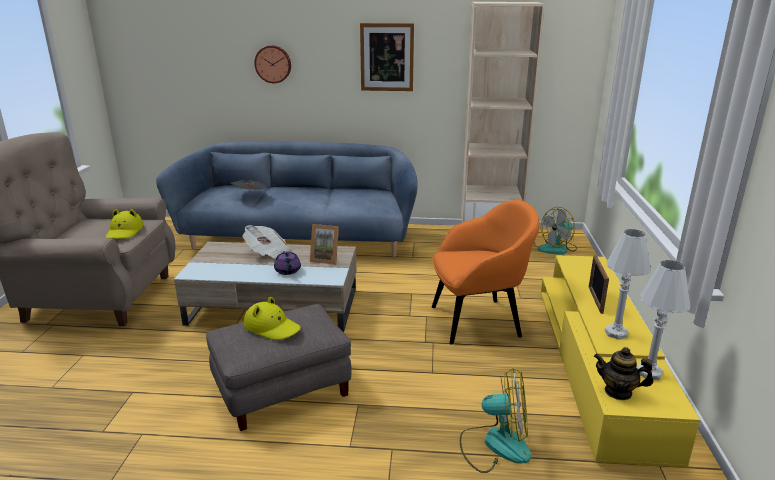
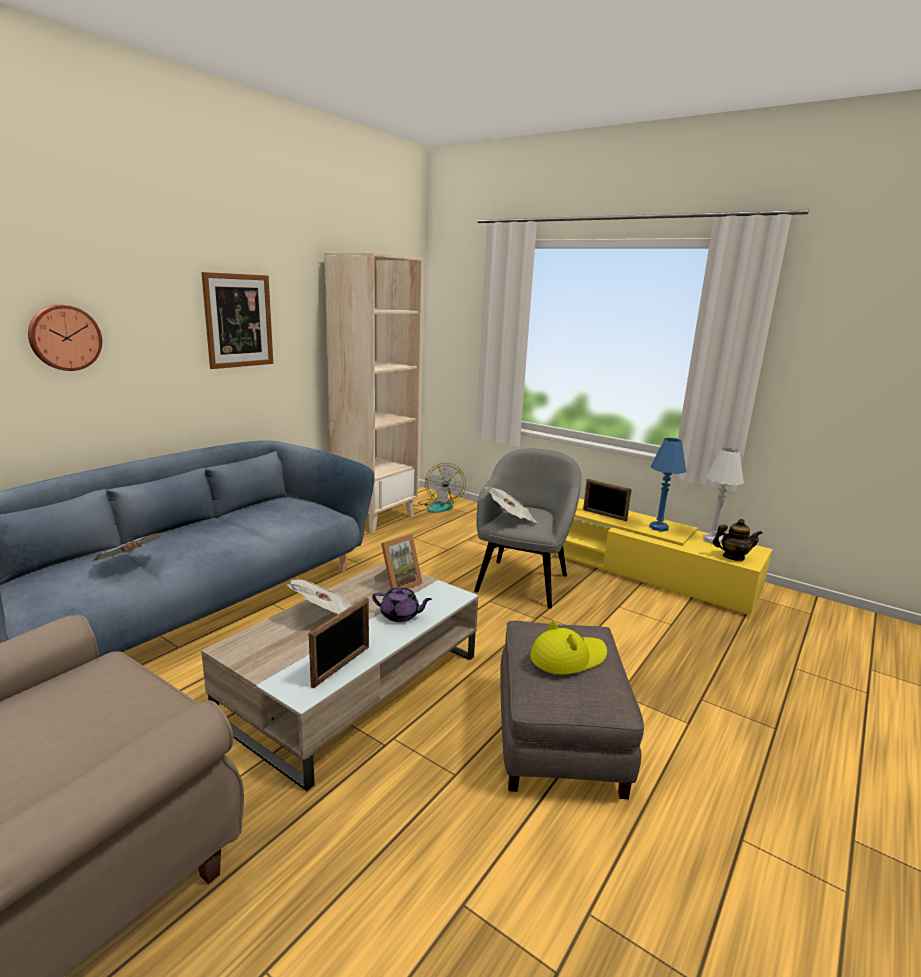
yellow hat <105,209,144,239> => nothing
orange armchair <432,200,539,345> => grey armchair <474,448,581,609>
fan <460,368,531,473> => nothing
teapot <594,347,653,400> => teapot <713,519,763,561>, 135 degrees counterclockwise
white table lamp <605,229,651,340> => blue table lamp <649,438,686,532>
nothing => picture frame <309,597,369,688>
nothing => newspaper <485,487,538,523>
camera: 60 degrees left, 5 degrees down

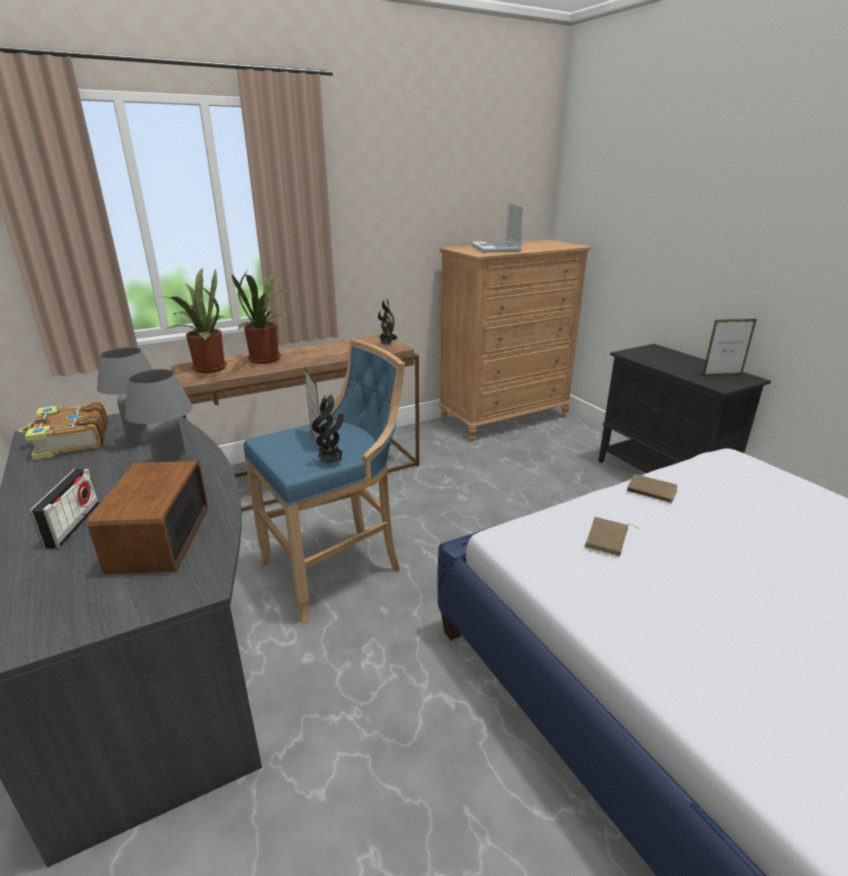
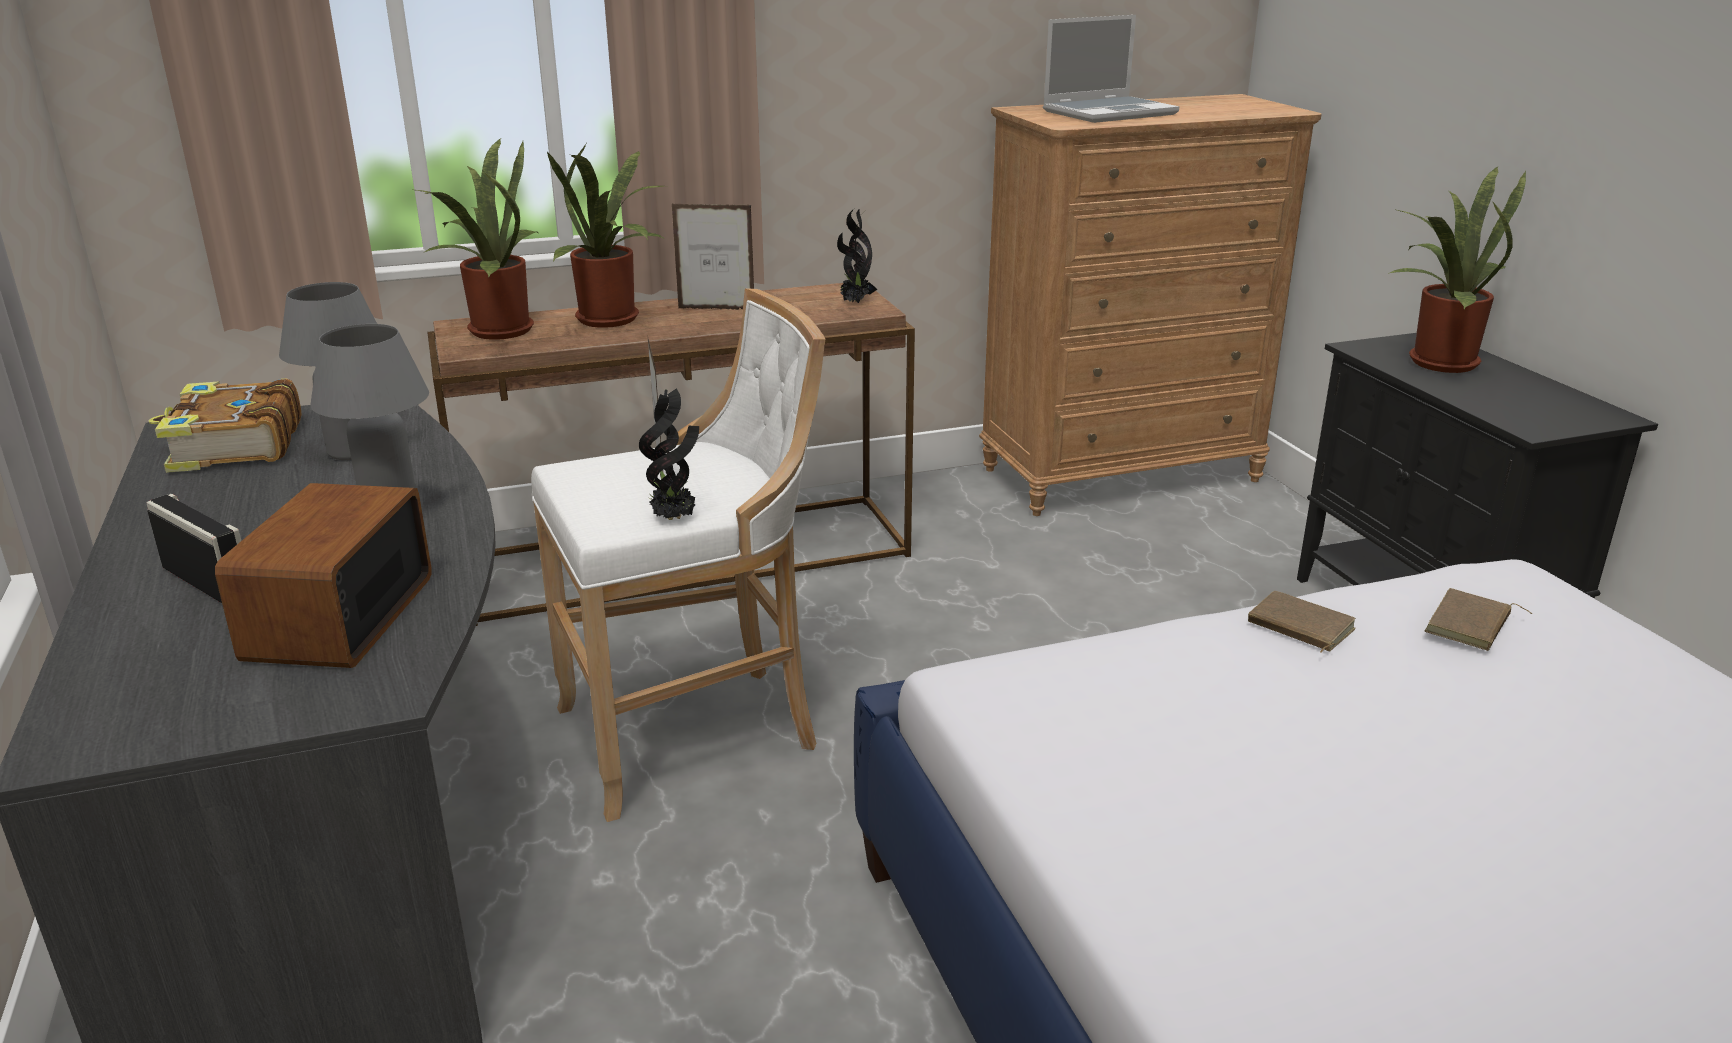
radio <30,468,99,549> => radio <147,494,241,603>, 60 degrees counterclockwise
blue stool <244,340,405,625> => white stool <531,289,825,822>
laptop <471,202,525,252> => laptop <1043,15,1180,123>, 120 degrees counterclockwise
brown book <585,517,639,556> => brown book <1424,588,1532,651>, shifted
picture frame <702,319,757,376> => picture frame <672,204,754,310>, shifted
nothing => potted plant <1388,166,1526,373>
camera: 10 degrees right, 0 degrees up

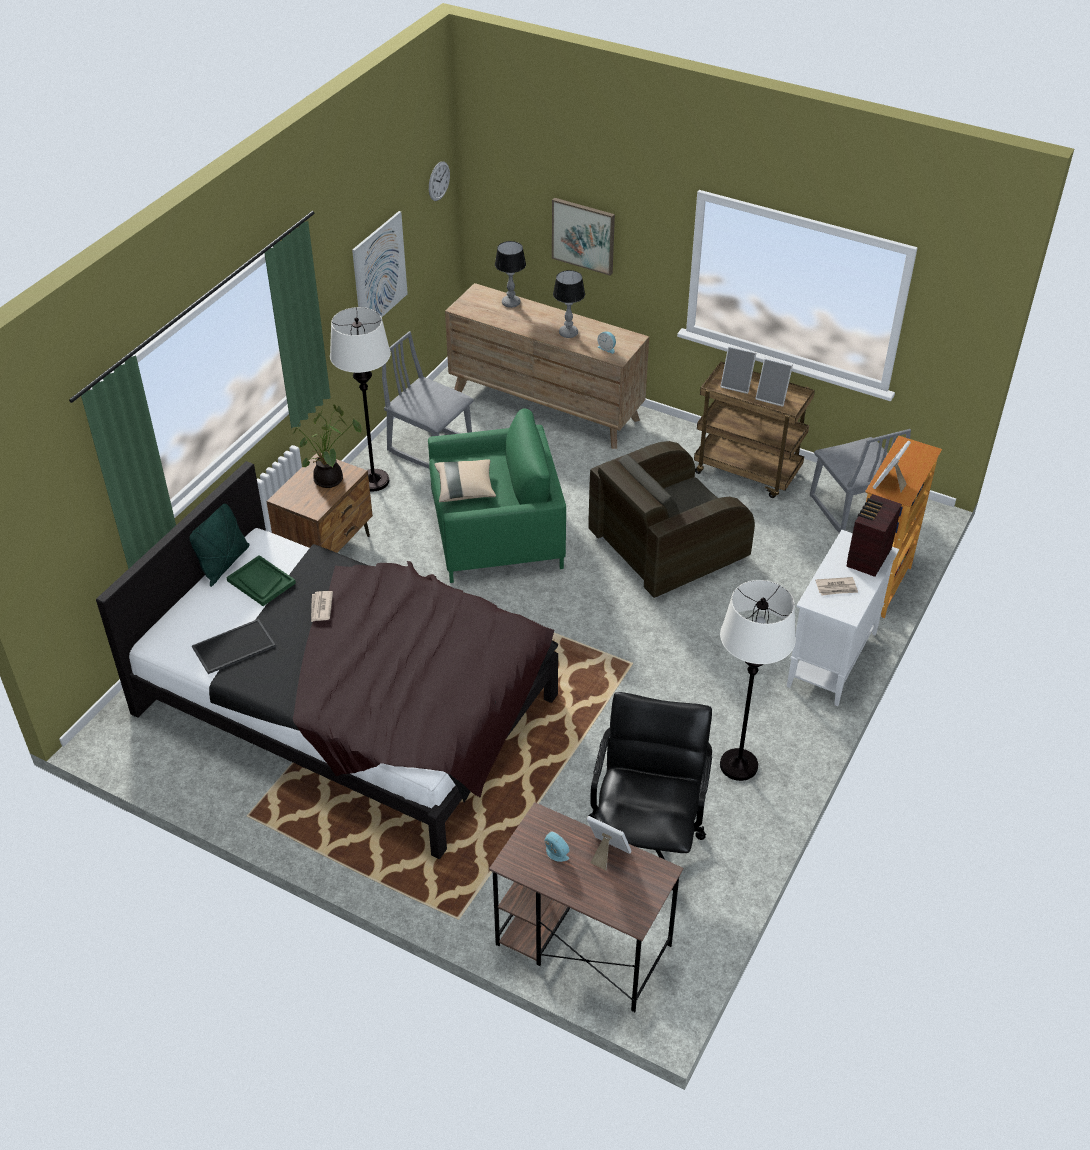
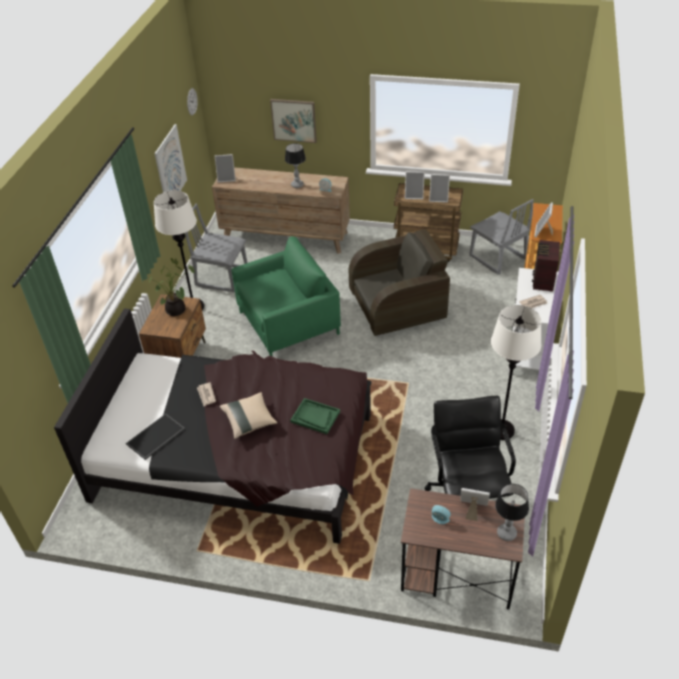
green pillow <189,504,250,587> => nothing
green tray <226,555,296,606> => green tray <290,398,340,434>, shifted
beige pillow <434,460,496,502> => beige pillow <220,392,277,439>, shifted
table lamp <495,241,526,308> => table lamp <495,484,529,541>, shifted
brown armchair <588,441,755,598> => brown armchair <348,230,450,337>, 150 degrees counterclockwise
nothing => picture frame <215,154,236,182>
camera: 15 degrees left, 0 degrees up

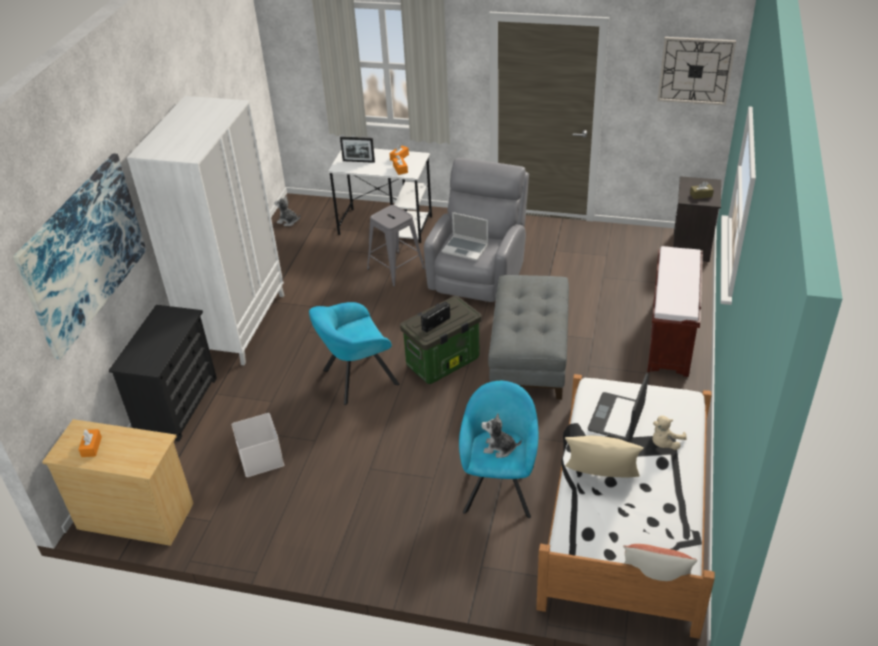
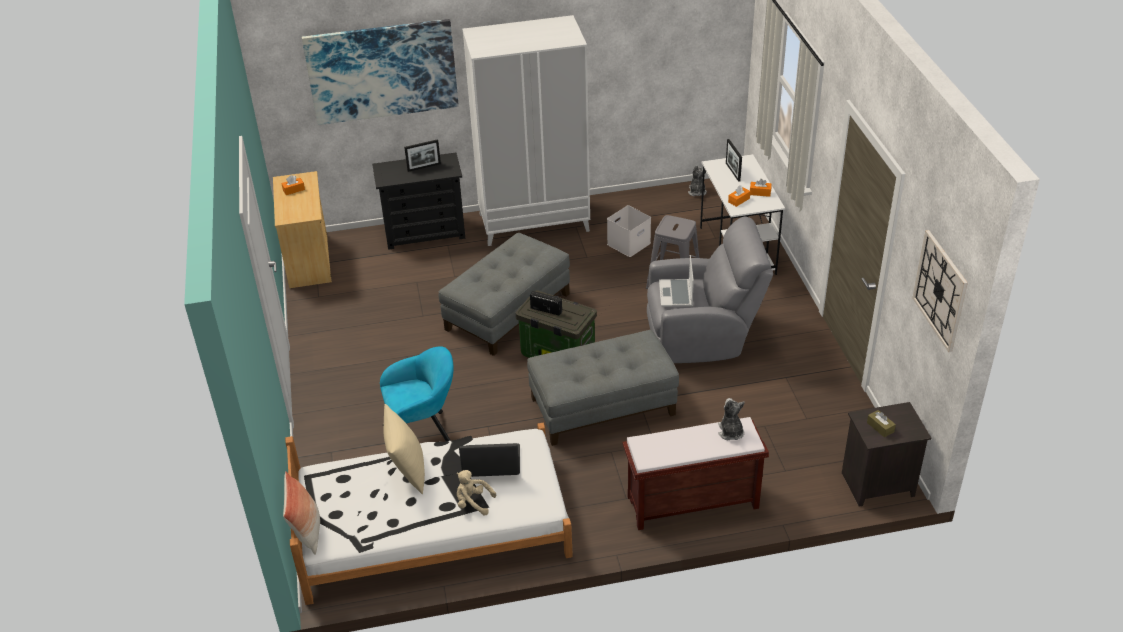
white storage box <232,413,284,477> => white storage box <607,205,651,257>, shifted
turquoise armchair <309,302,399,405> => grey ottoman <439,233,570,356>
plush toy <481,413,522,458> => plush toy <718,398,745,441>, shifted
nothing => picture frame <404,139,441,172>
camera: 65 degrees right, 0 degrees up

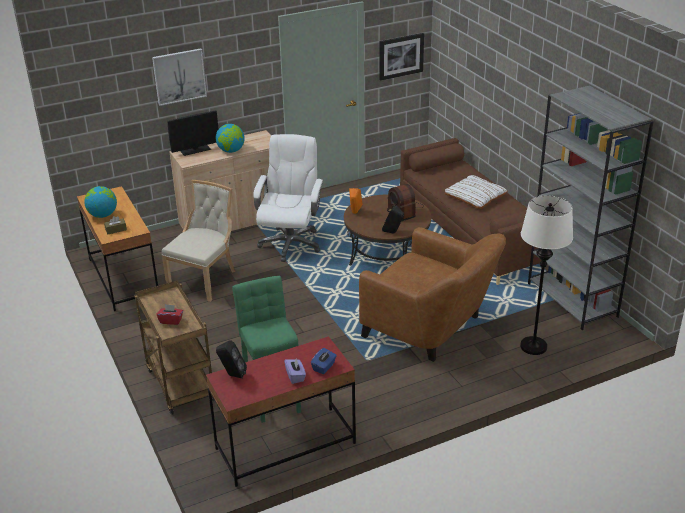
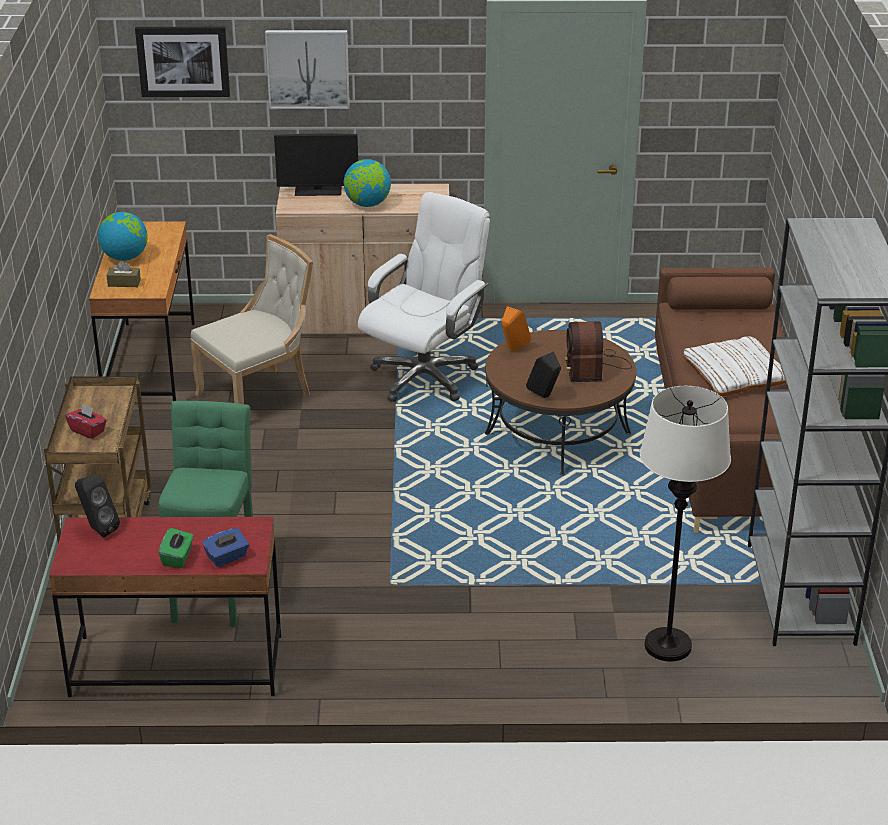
purple tissue box <284,358,306,384> => green tissue box <159,528,194,568>
brown armchair <359,227,506,362> => nothing
picture <379,33,424,81> => picture <135,27,230,97>, shifted
camera: 25 degrees right, 0 degrees up

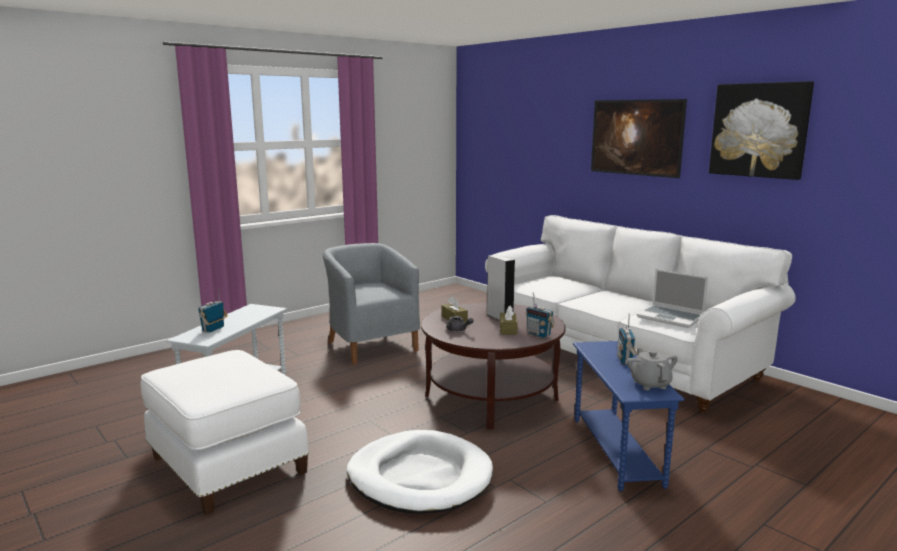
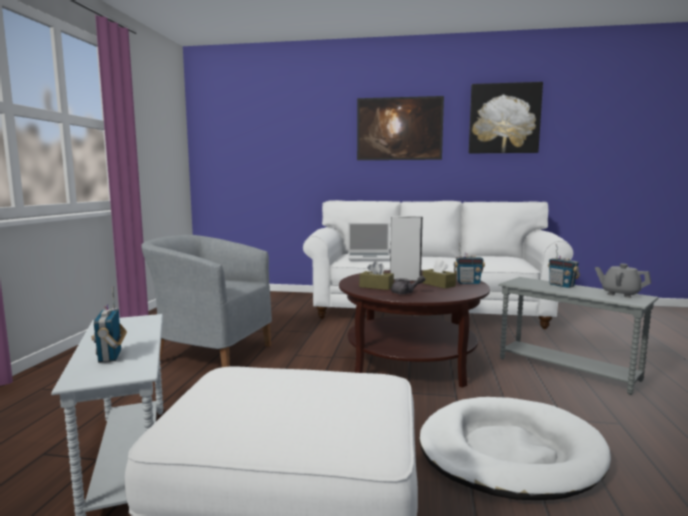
blue side table <573,341,684,492> => grey side table <498,277,659,395>
laptop <637,269,708,328> => laptop <348,223,390,261>, shifted
camera: 40 degrees left, 5 degrees down

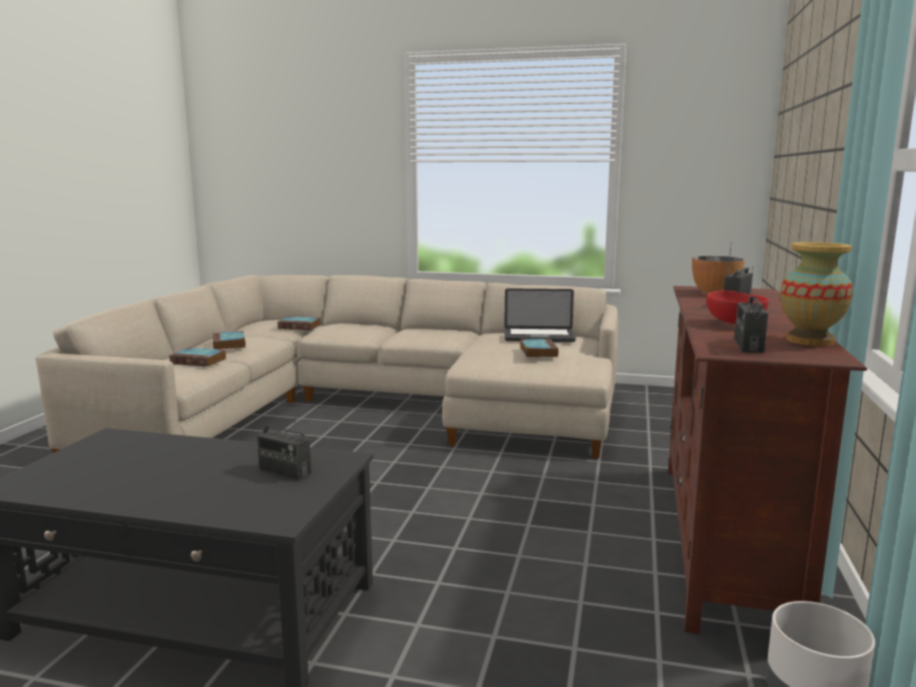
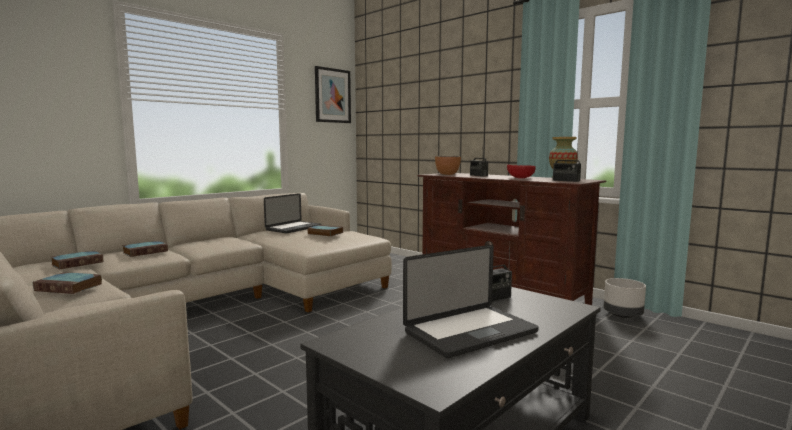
book <169,347,226,367> => book <122,241,168,257>, shifted
nothing => picture <315,66,351,123>
nothing => laptop <403,245,539,358>
camera: 60 degrees left, 5 degrees down

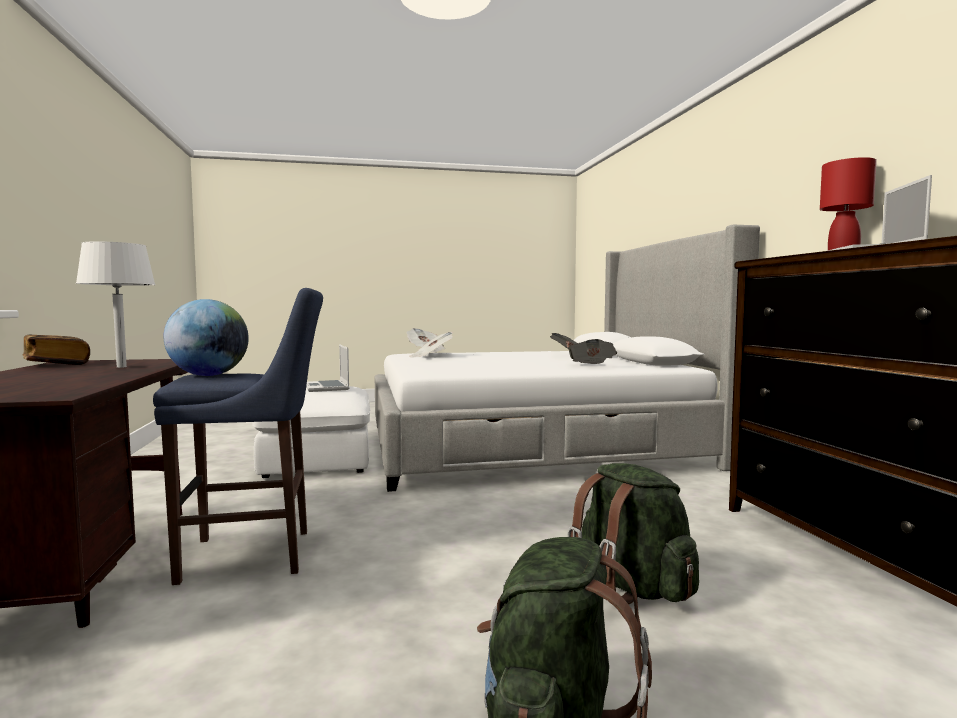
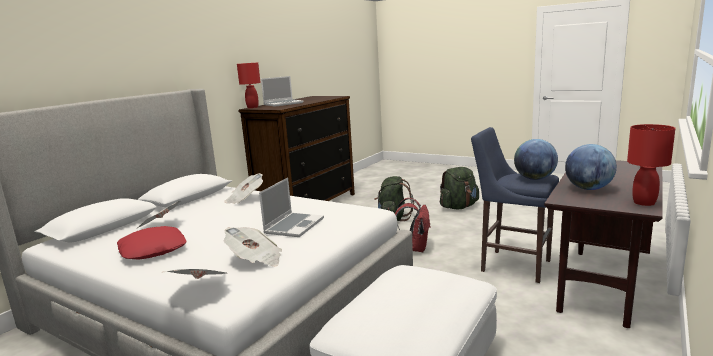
book <23,335,90,365> => red table lamp <627,124,675,206>
white table lamp <76,241,156,368> => globe <565,144,617,190>
laptop <306,344,349,392> => laptop <259,178,324,237>, shifted
nothing => red pillow <117,226,186,260>
nothing => red backpack <395,198,430,252>
camera: 135 degrees left, 10 degrees up

